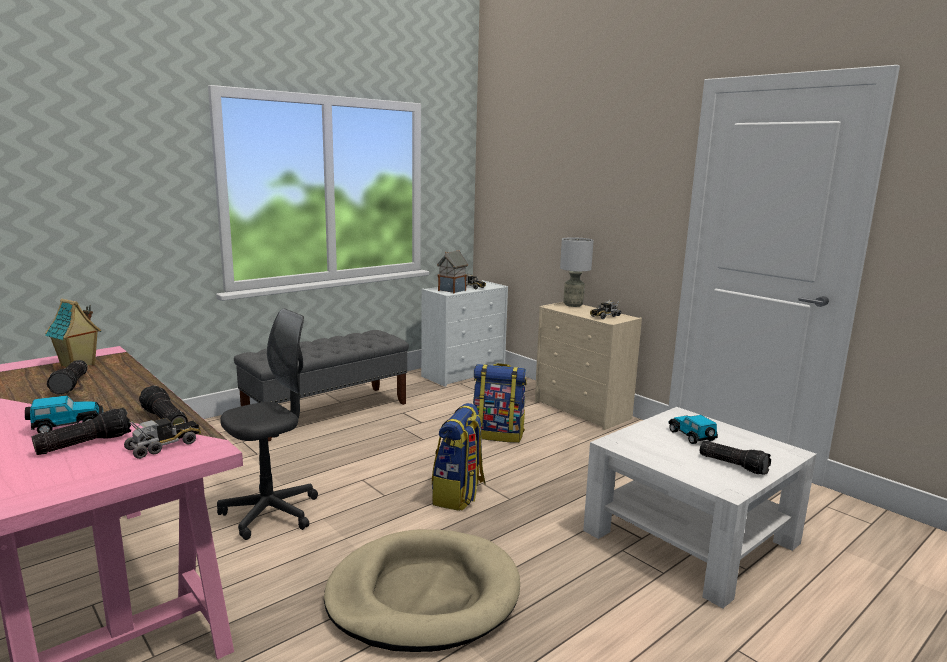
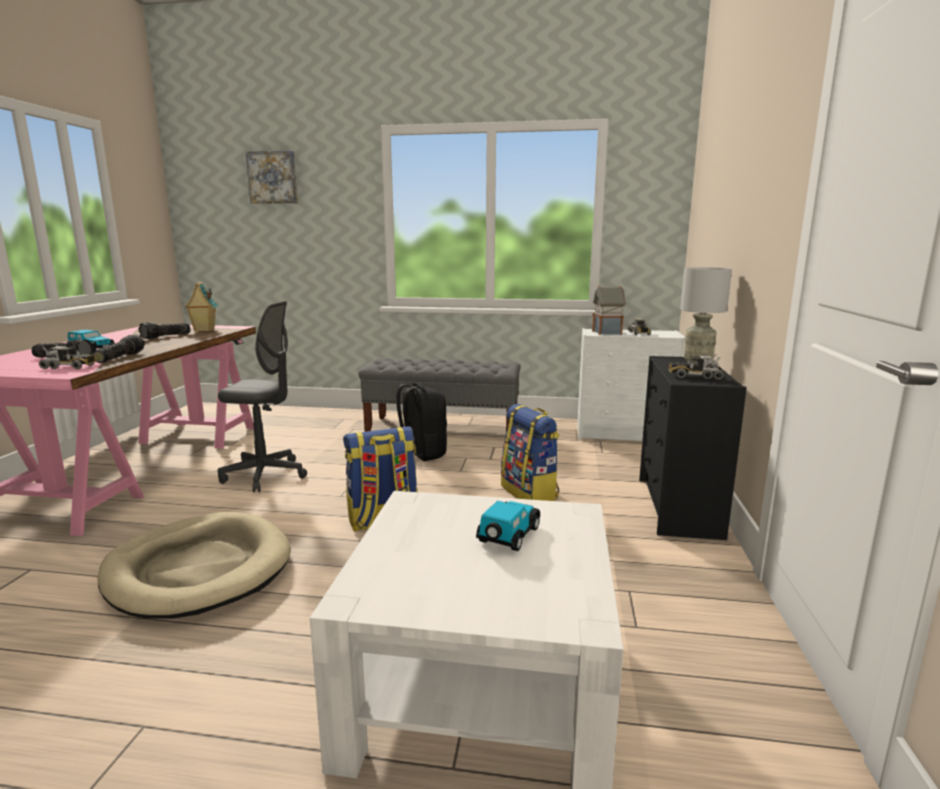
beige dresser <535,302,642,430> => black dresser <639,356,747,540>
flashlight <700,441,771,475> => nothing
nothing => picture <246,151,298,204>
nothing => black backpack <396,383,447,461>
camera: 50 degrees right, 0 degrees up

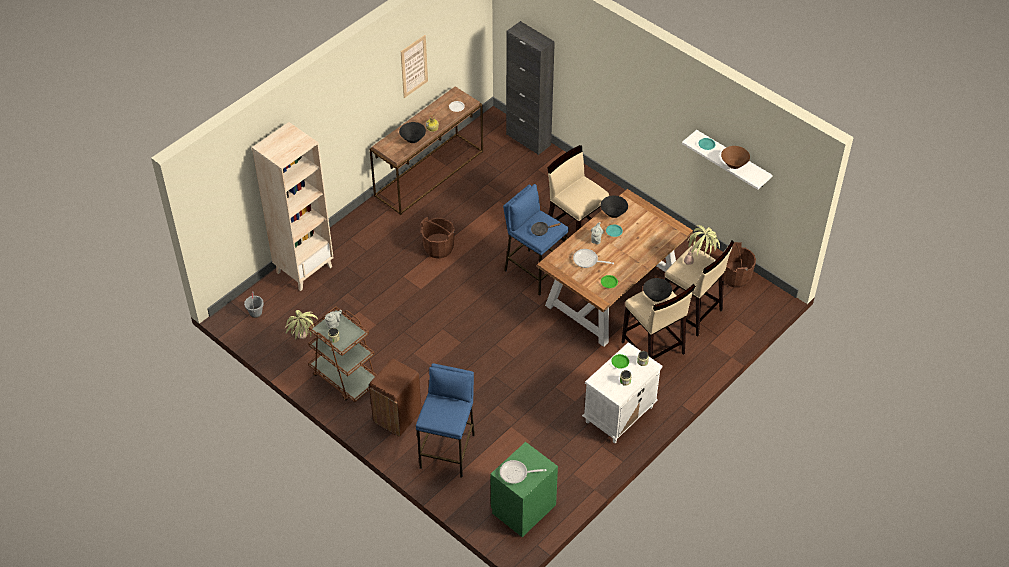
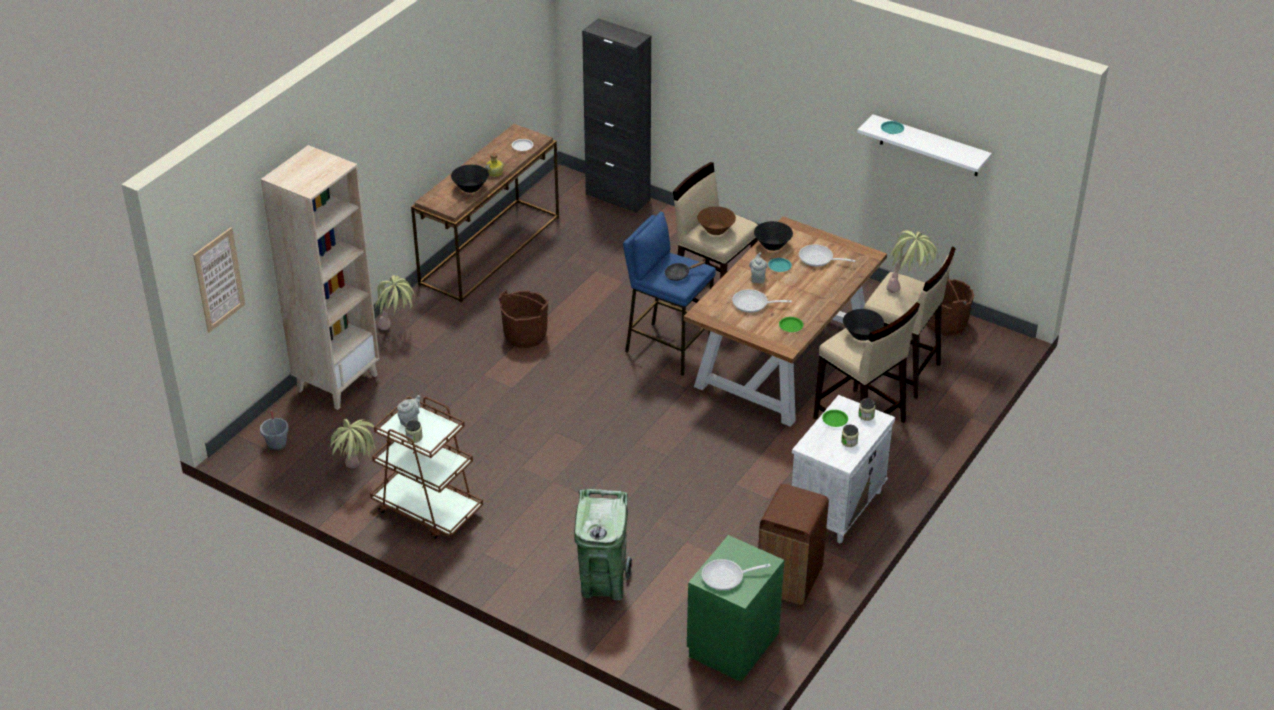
brown trash can <369,358,422,437> => brown trash can <758,484,829,605>, shifted
picture <401,35,428,98> => picture <193,227,245,333>, shifted
blue stool <416,363,475,478> => green trash can <574,489,632,601>
brown bowl <721,146,750,169> => brown bowl <697,206,736,235>, shifted
nothing => potted plant <375,275,415,330>
nothing => frying pan <799,244,856,267>
camera: 10 degrees left, 10 degrees down

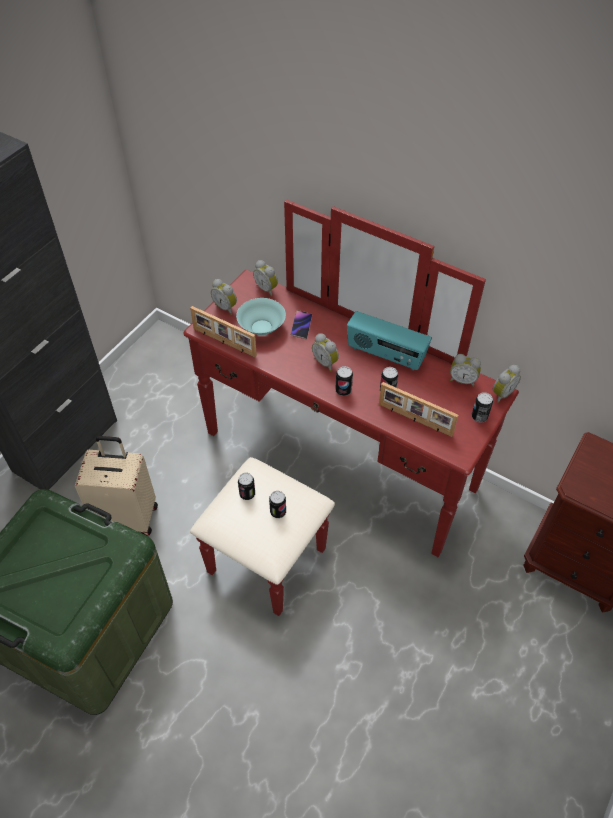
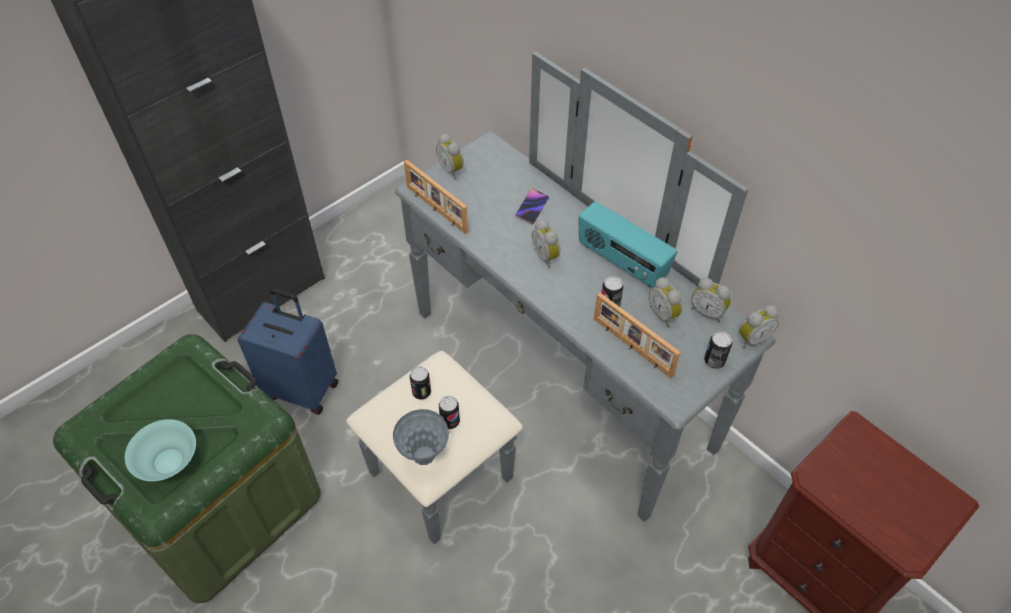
beige suitcase <75,436,158,535> => blue suitcase <237,289,338,415>
red dresser <183,199,519,616> => grey dresser <346,52,776,544>
turquoise bowl <236,298,286,336> => turquoise bowl <125,419,196,481>, shifted
alarm clock <253,260,278,296> => alarm clock <649,277,683,327>, shifted
can <335,366,353,396> => nothing
nothing => grey vase <393,409,449,465>
camera: 15 degrees right, 0 degrees up

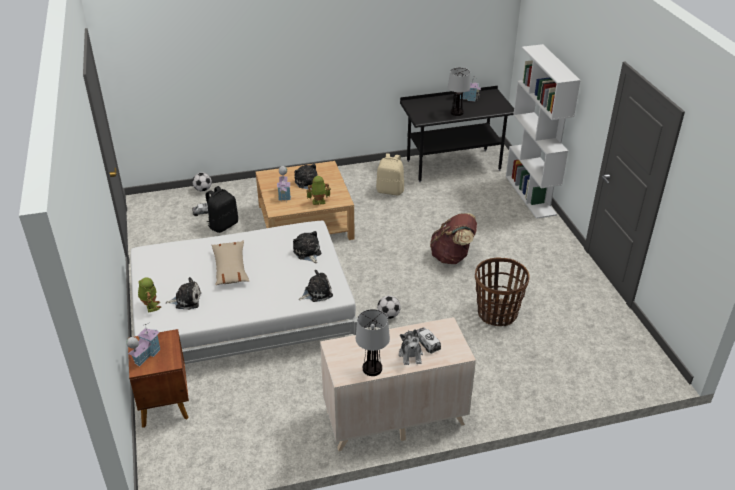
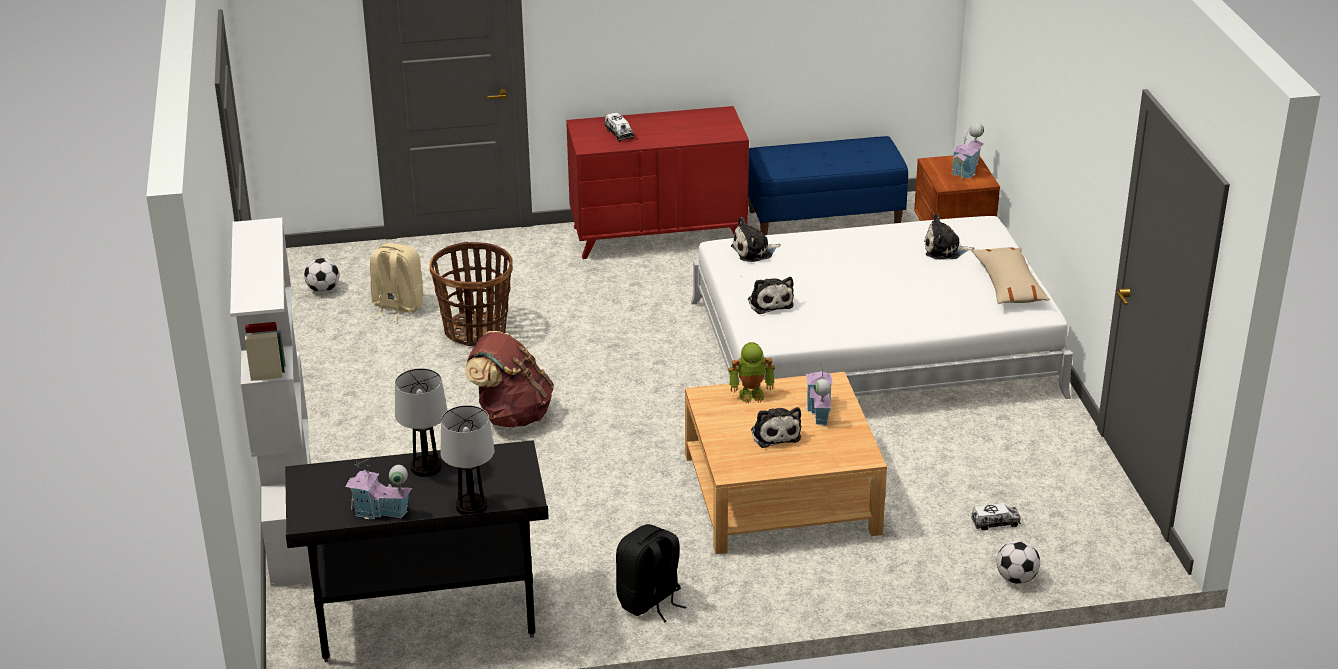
toy robot <138,277,161,312> => nothing
black backpack <206,186,238,233> => black backpack <616,524,687,623>, shifted
beige pillow <211,241,249,285> => beige pillow <972,247,1050,304>, shifted
beige dresser <320,317,476,451> => red dresser <566,106,749,259>
table lamp <356,309,390,376> => table lamp <440,405,495,515>, shifted
beige backpack <376,153,404,196> => beige backpack <370,243,423,321>, shifted
football <377,296,401,319> => football <304,258,339,292>, shifted
plush toy <399,329,423,365> => nothing
nothing => blue bench <748,136,908,235>
camera: 175 degrees left, 5 degrees down

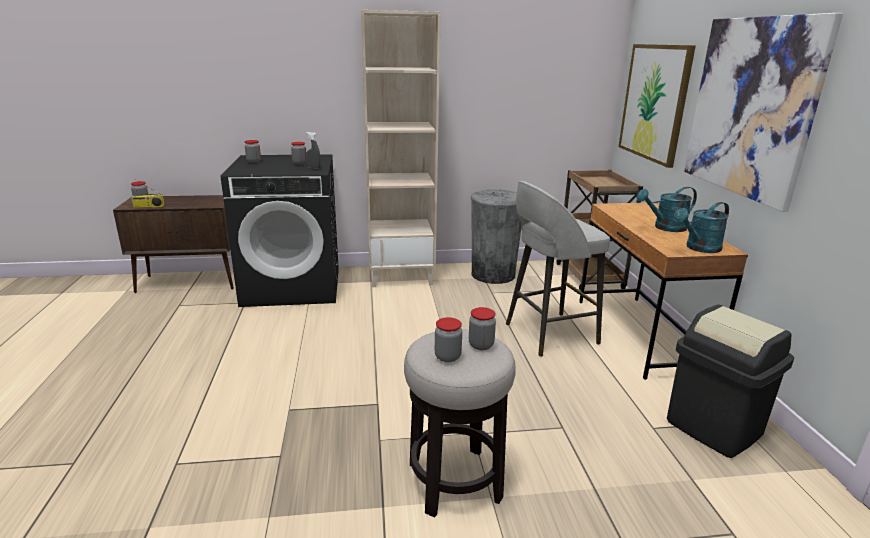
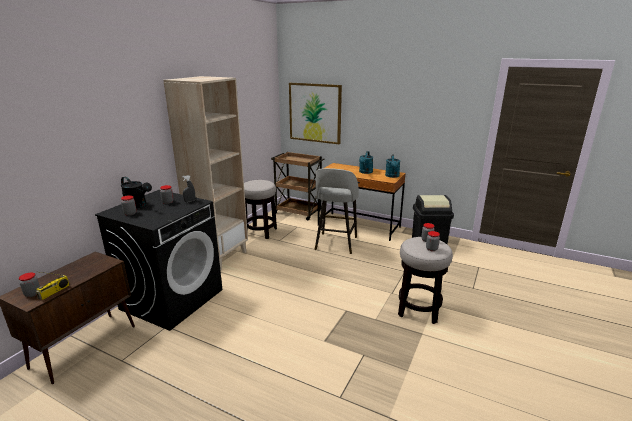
grey trash can <470,189,521,284> => stool <244,180,277,239>
picture <684,13,843,212> => nothing
nothing => black watering can <121,177,152,208>
camera: 55 degrees left, 0 degrees up

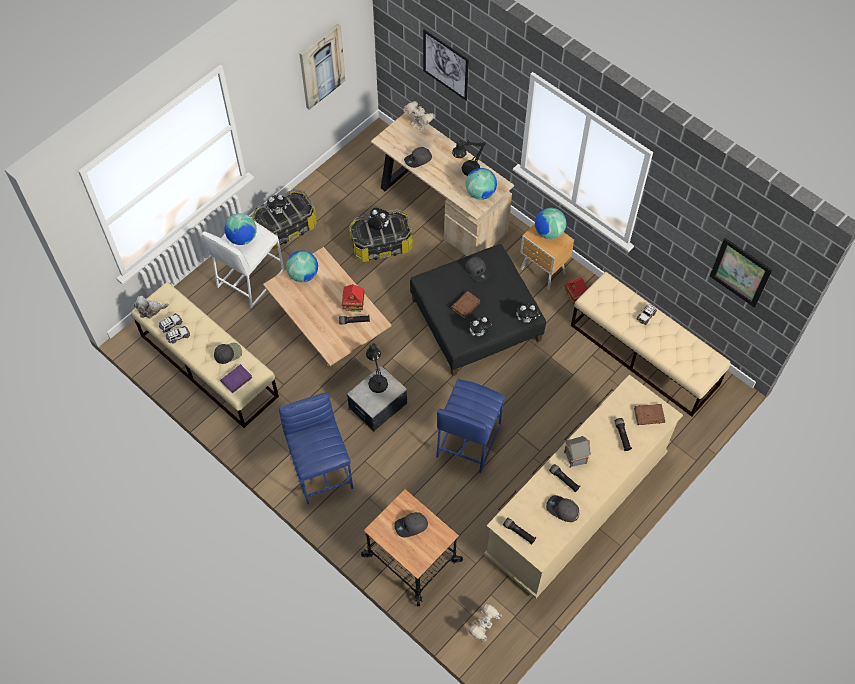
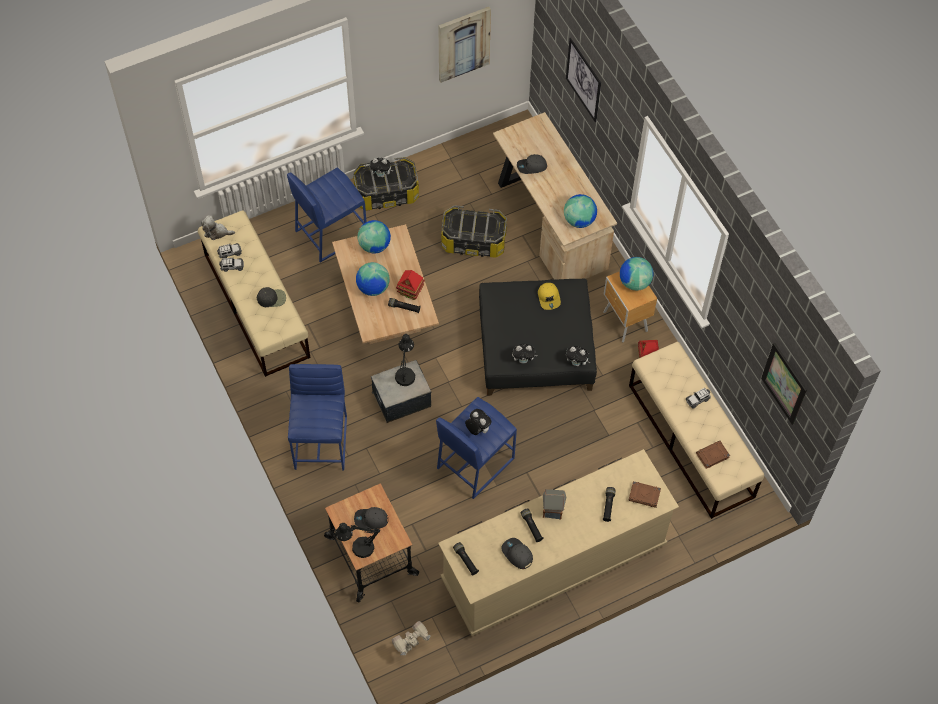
white stool <202,222,284,308> => blue stool <287,168,366,263>
purple book <220,364,252,393> => nothing
globe <224,213,257,245> => globe <356,262,390,296>, shifted
plush toy <368,208,390,230> => plush toy <465,409,491,435>, shifted
toy robot <403,101,435,131> => nothing
brown book <451,291,481,318> => brown book <696,441,730,469>, shifted
black table lamp <452,140,486,176> => black table lamp <335,523,380,558>, shifted
grey cap <465,257,491,282> => yellow cap <538,283,561,310>
camera: 20 degrees right, 0 degrees up

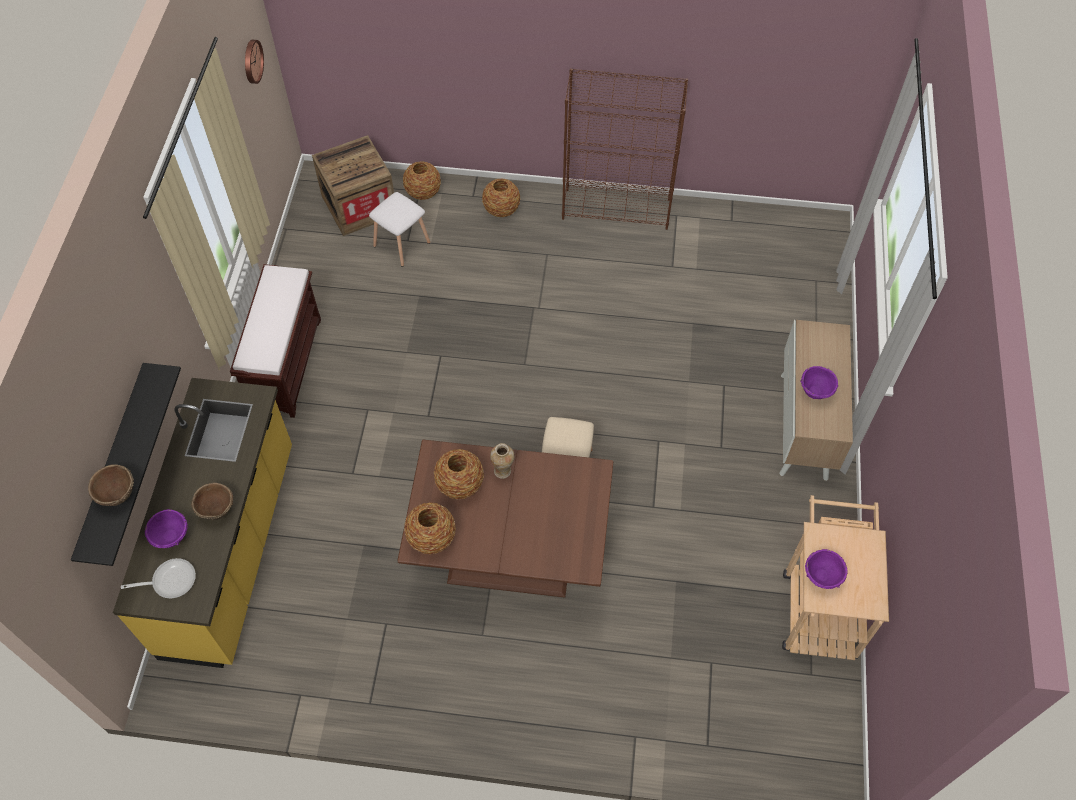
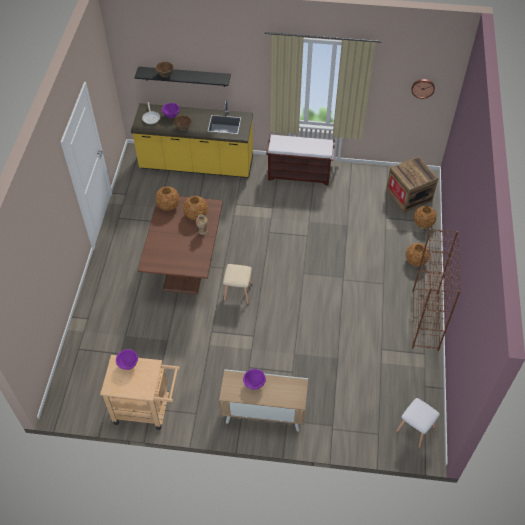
white stool <369,192,430,267> => white stool <396,398,440,448>, shifted
camera: 90 degrees right, 5 degrees down

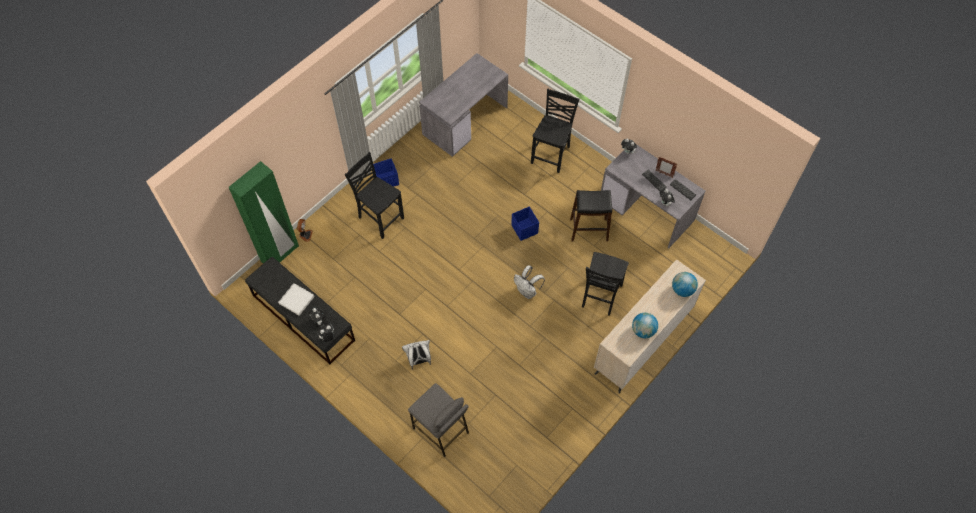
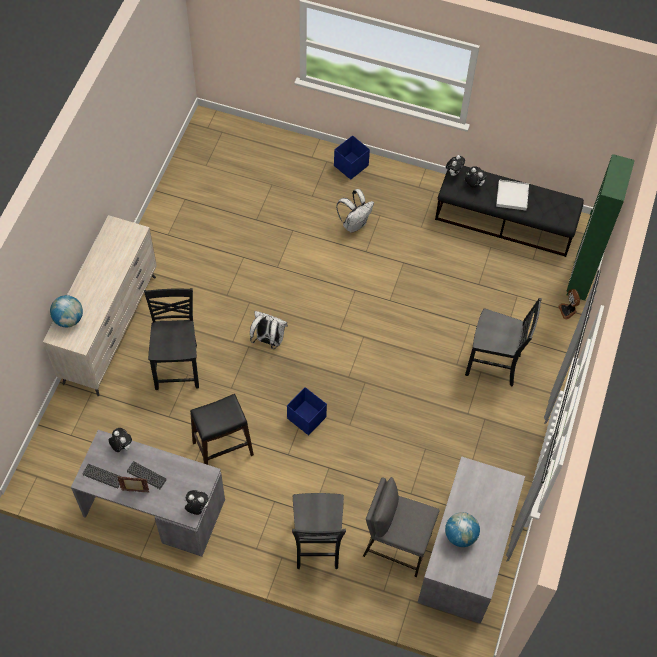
blue storage box <373,158,399,187> => blue storage box <334,135,370,180>, shifted
grey stool <408,383,469,457> => grey stool <363,477,440,577>, shifted
globe <632,313,658,338> => globe <445,512,480,547>, shifted
camera: 155 degrees right, 0 degrees up

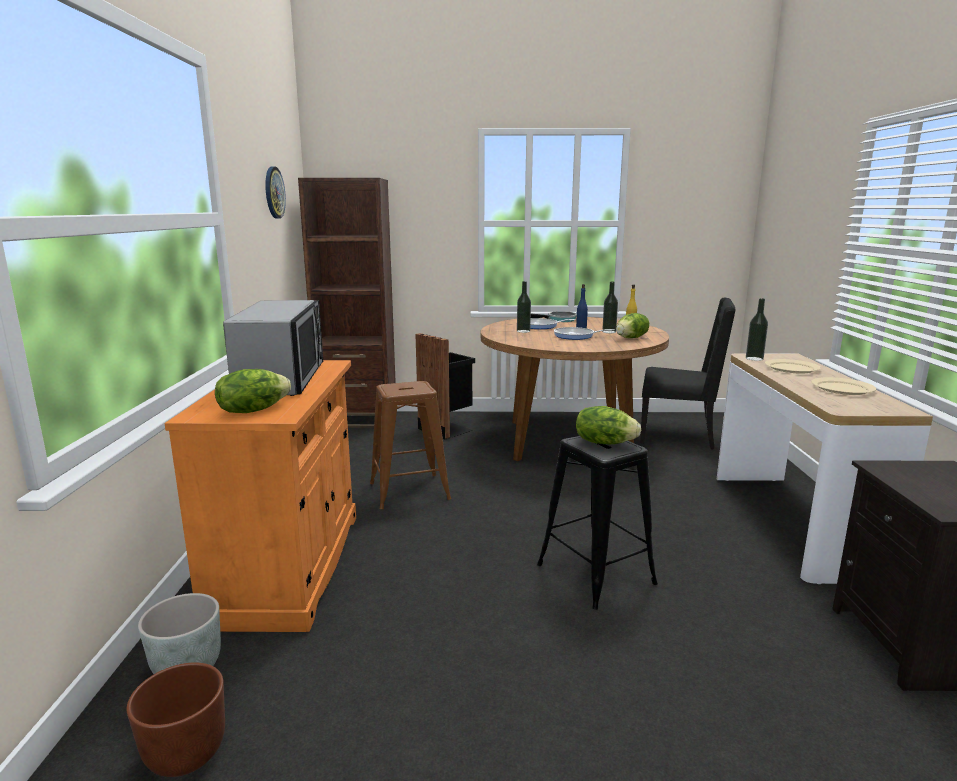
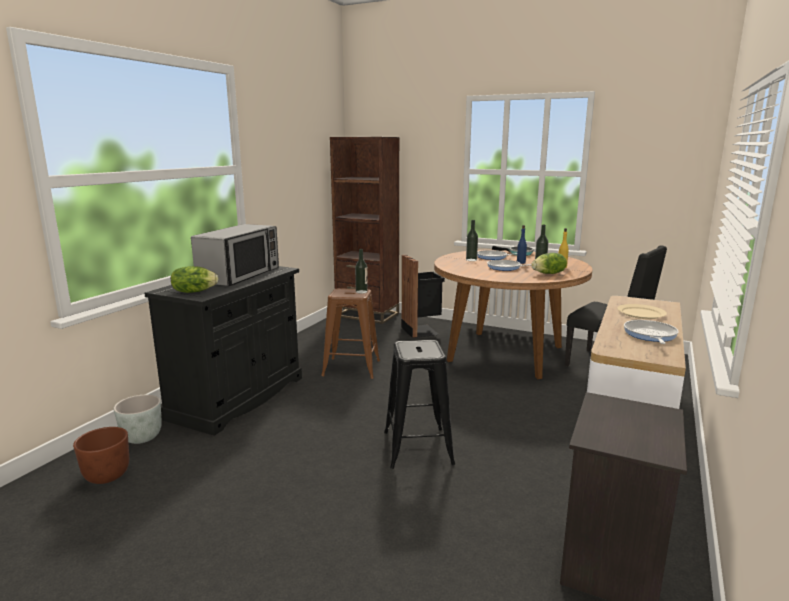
orange cabinet <164,360,356,632> => black cabinet <144,266,302,435>
wall clock <265,167,286,219> => nothing
lettuce <576,406,641,444> => nothing
bottle <746,298,768,361> => bottle <355,249,368,293>, shifted
beige plate <811,377,876,395> => frying pan <624,320,679,344>
camera: 25 degrees right, 0 degrees up

